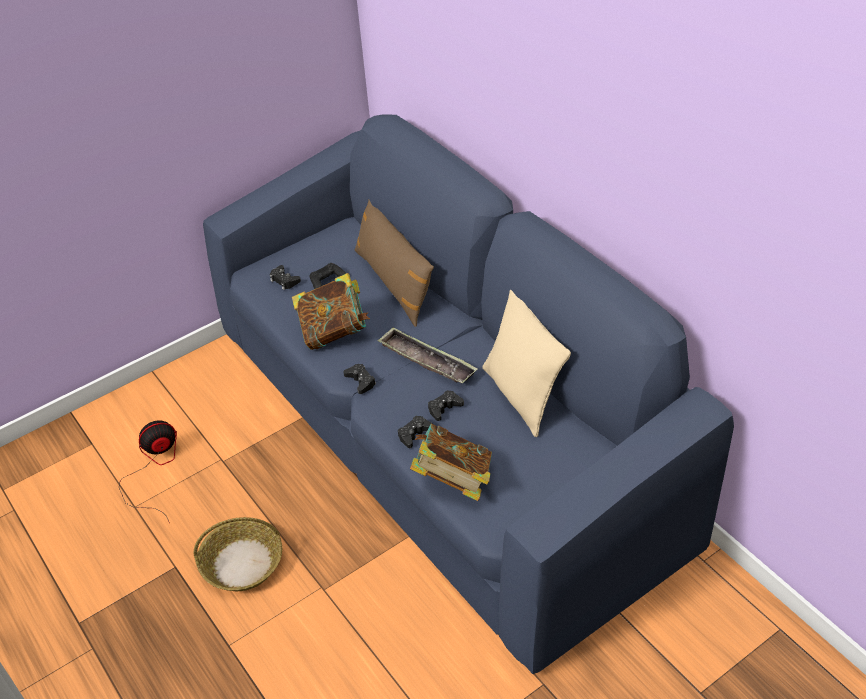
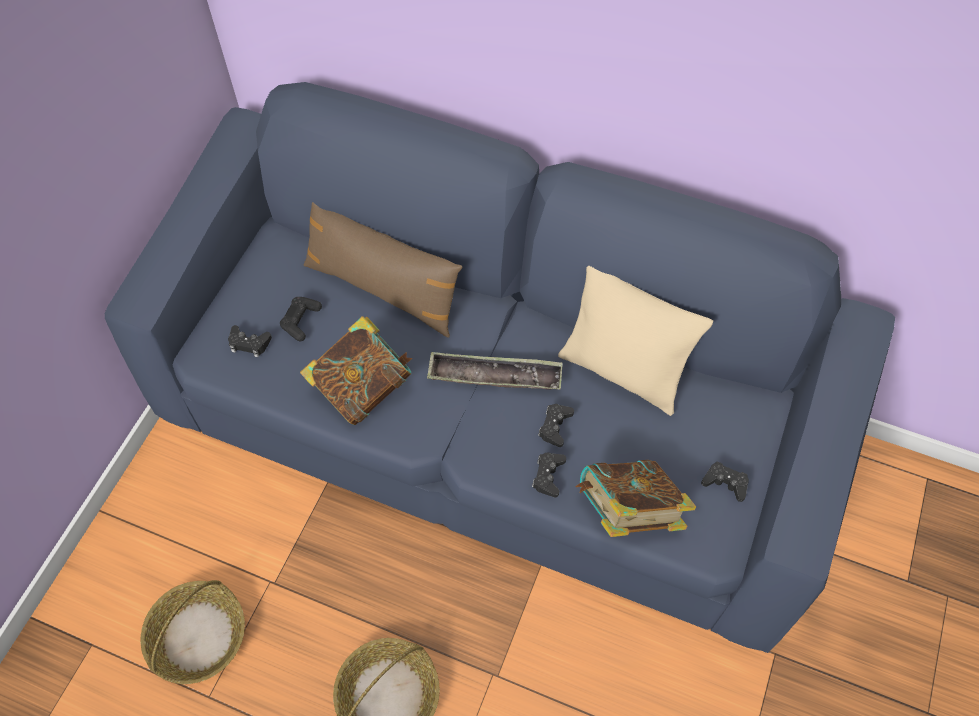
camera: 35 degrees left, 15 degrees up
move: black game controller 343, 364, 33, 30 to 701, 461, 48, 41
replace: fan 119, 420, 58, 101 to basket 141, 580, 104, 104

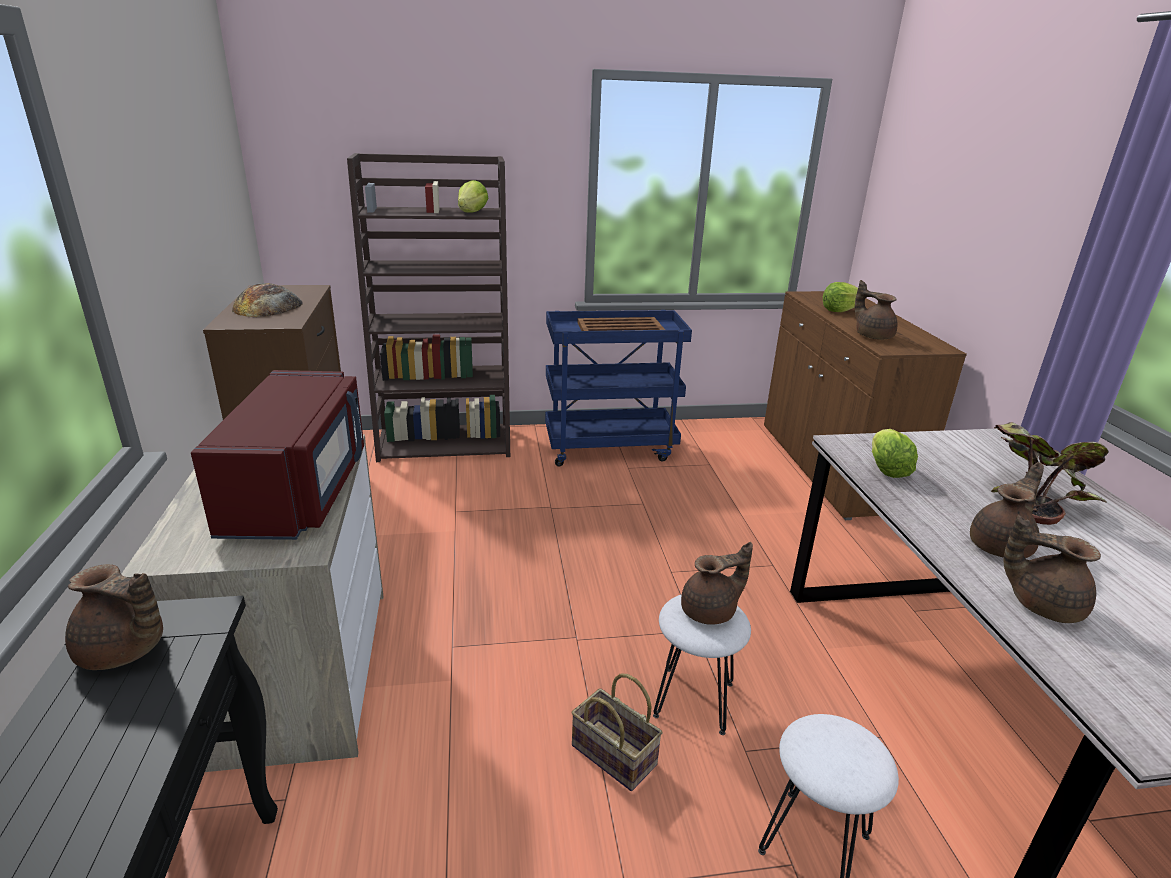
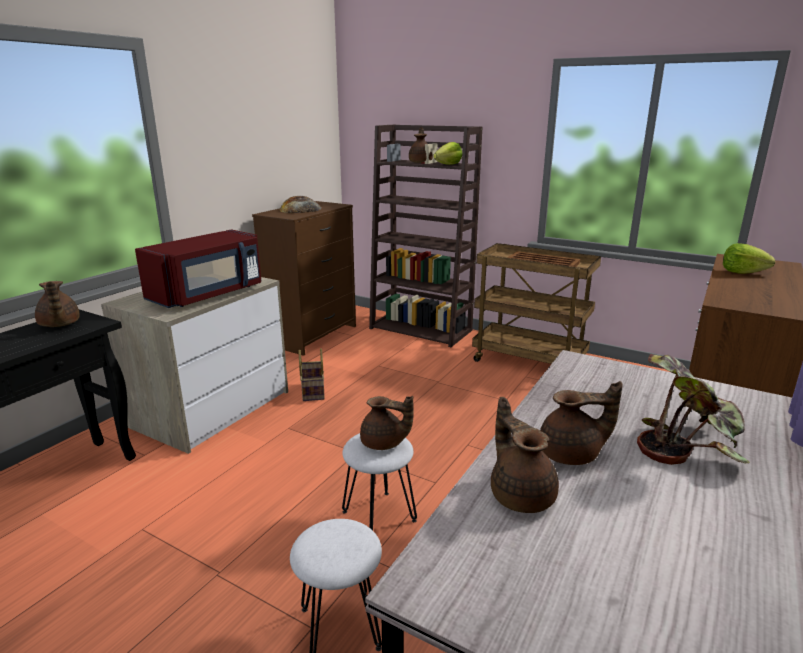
camera: 40 degrees right, 5 degrees down
delete: lettuce 872, 429, 46, 49
move: basket 571, 674, 92, 117 to 299, 348, 26, 53; brown teapot 855, 280, 43, 60 to 409, 127, 24, 36
recolor: blue cart 545, 310, 147, 157 to brown cart 472, 243, 129, 121

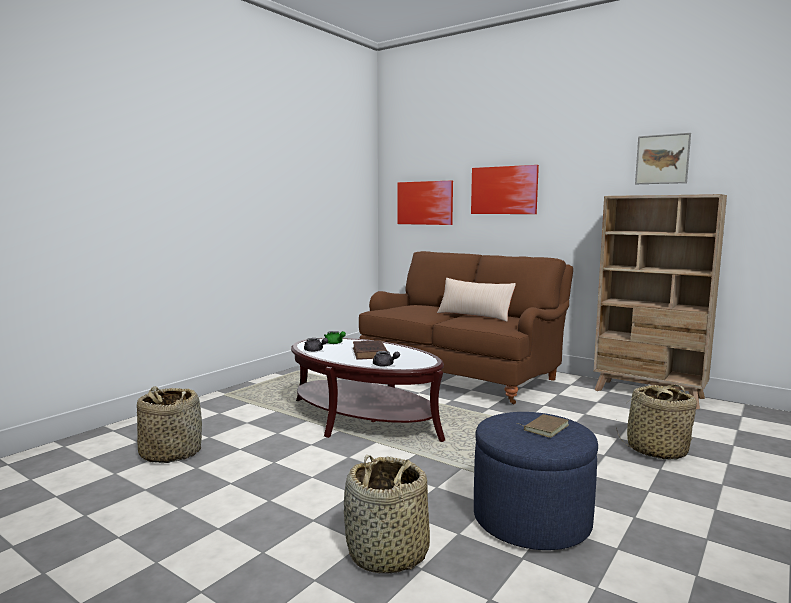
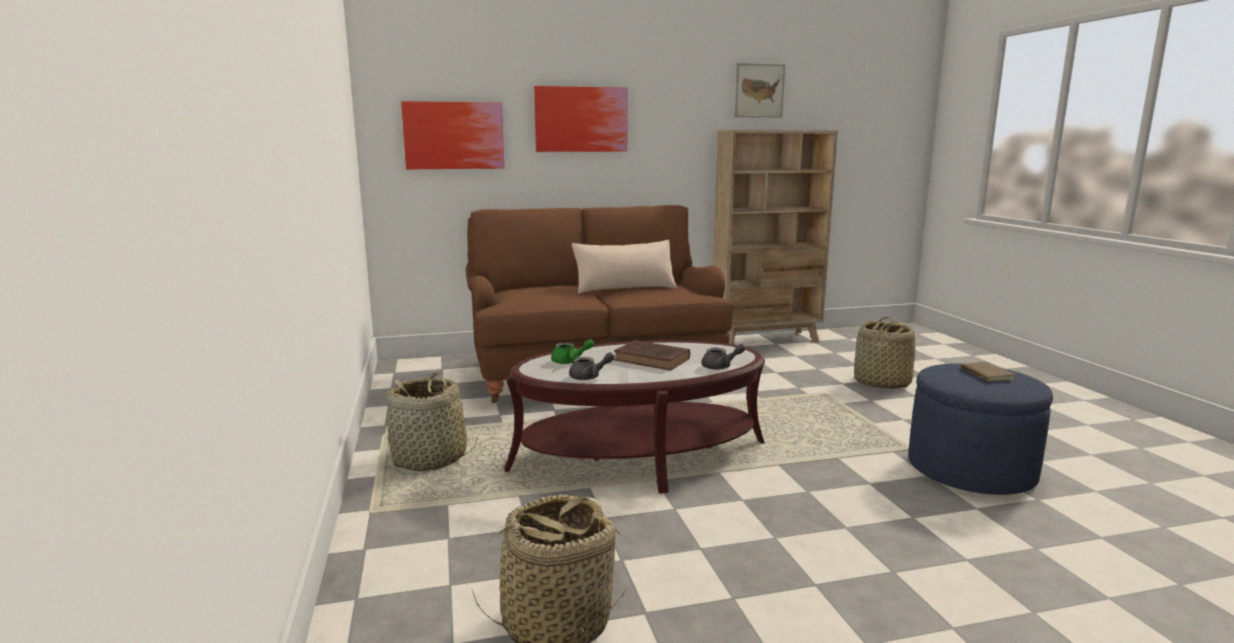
camera: 50 degrees left, 5 degrees up
move: basket 344, 455, 86, 118 to 387, 371, 90, 100

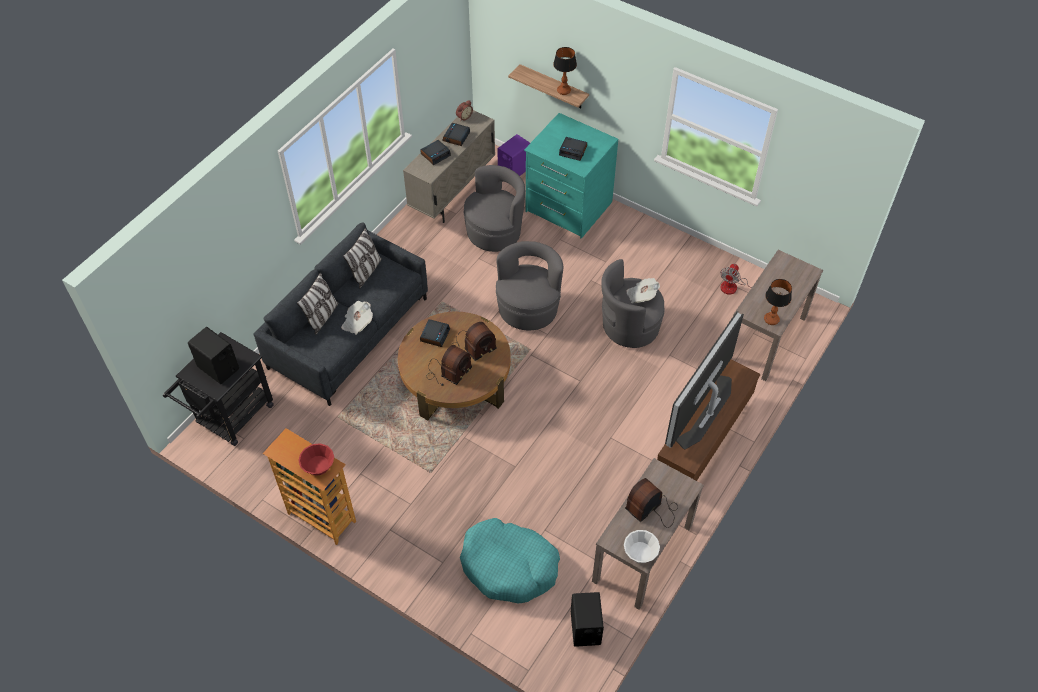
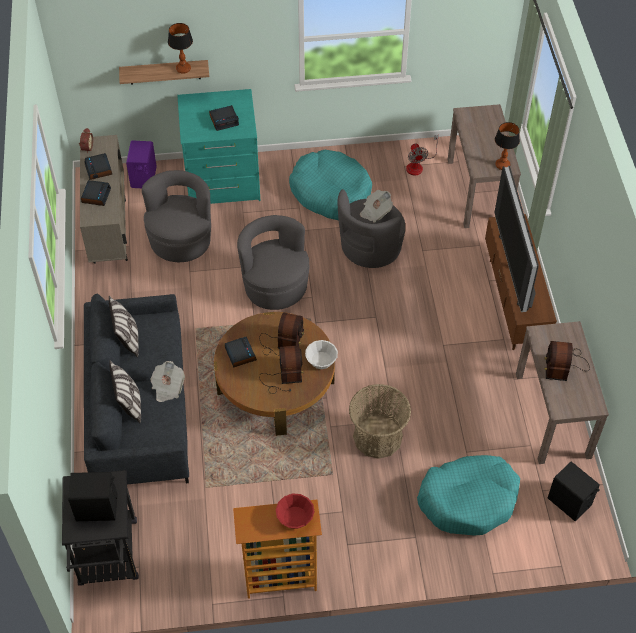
camera: 40 degrees left, 0 degrees up
insert: turquoise dog bed 289, 150, 83, 70; basket 349, 384, 62, 75
move: white bowl 624, 530, 36, 33 to 305, 340, 33, 29

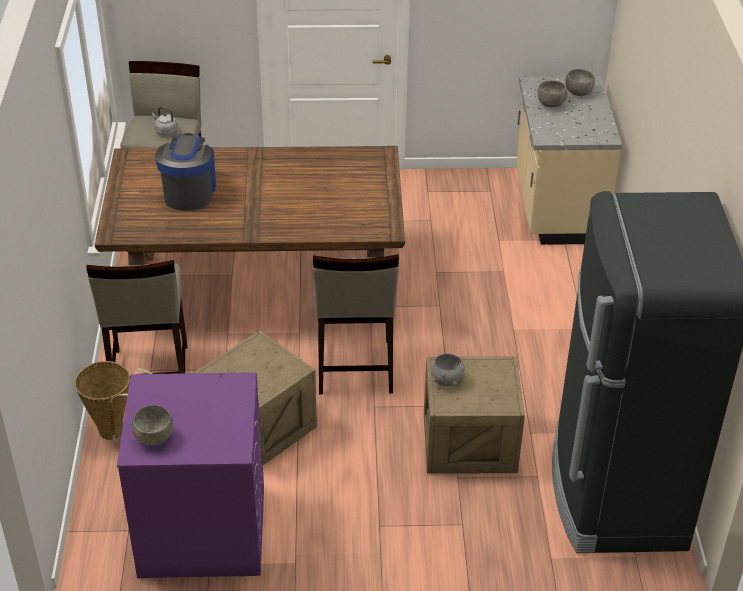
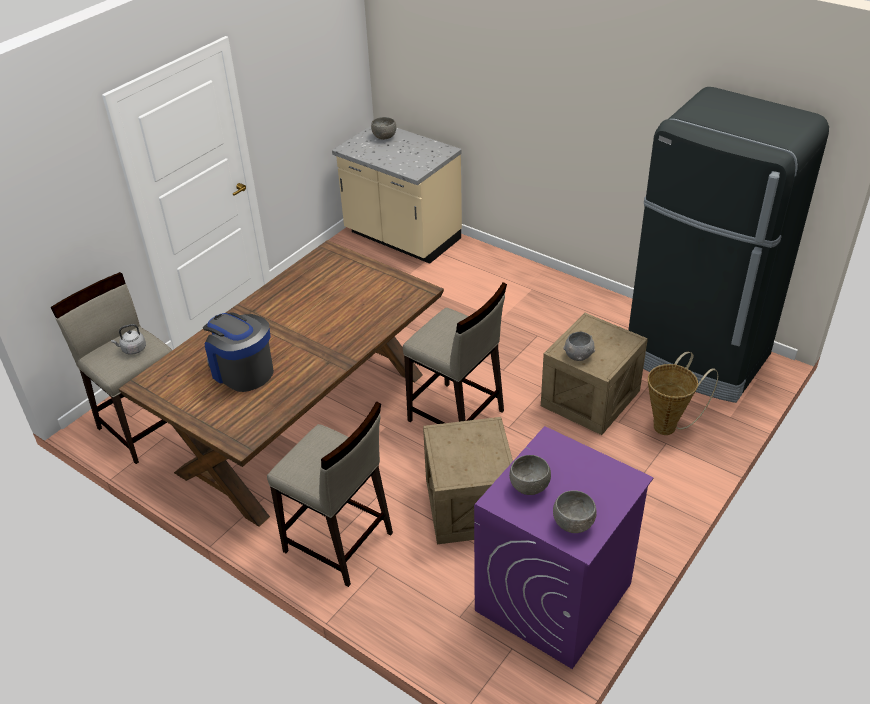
camera: 50 degrees left, 0 degrees up
move: grey bowl 537, 80, 31, 28 to 509, 455, 42, 40; basket 75, 361, 77, 83 to 648, 352, 70, 83

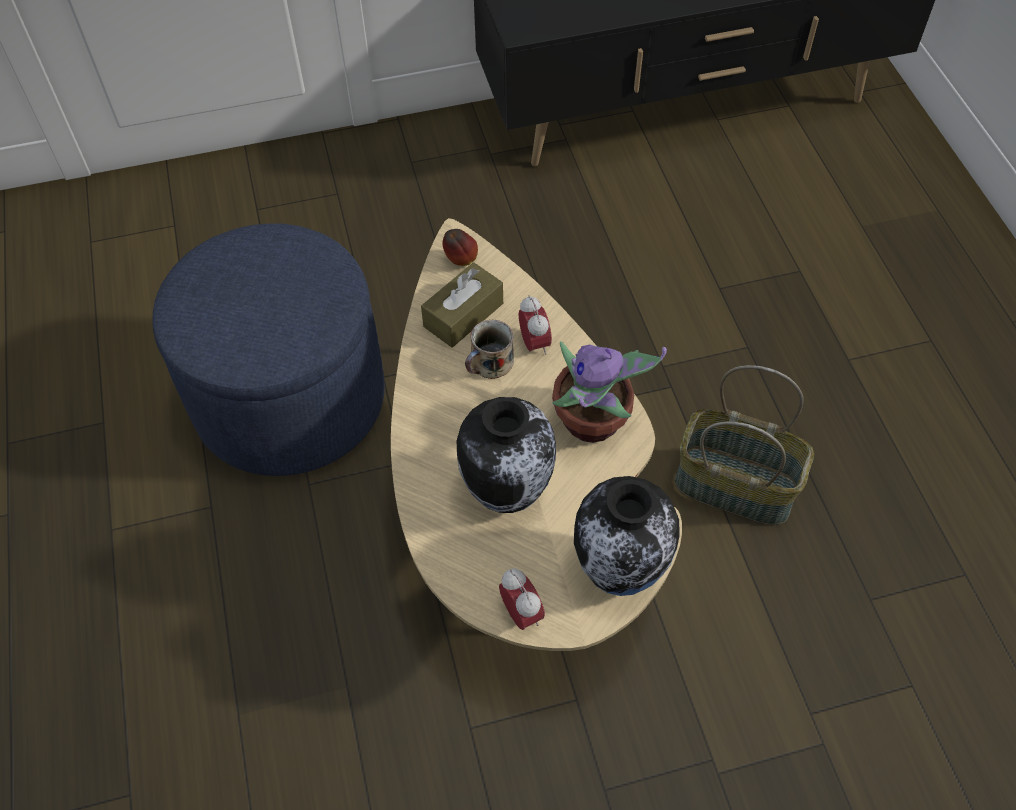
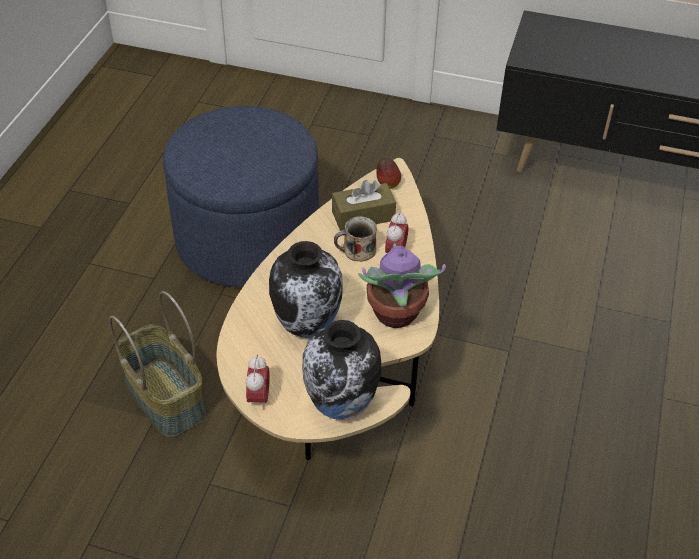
camera: 30 degrees right, 10 degrees down
move: basket 675, 365, 139, 160 to 109, 291, 96, 146

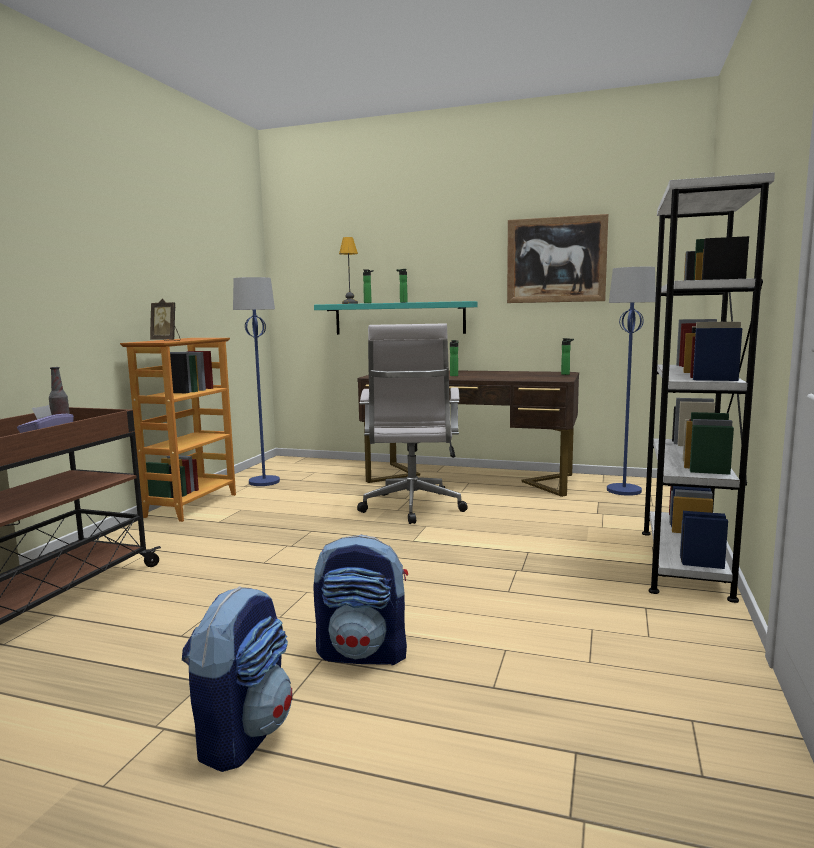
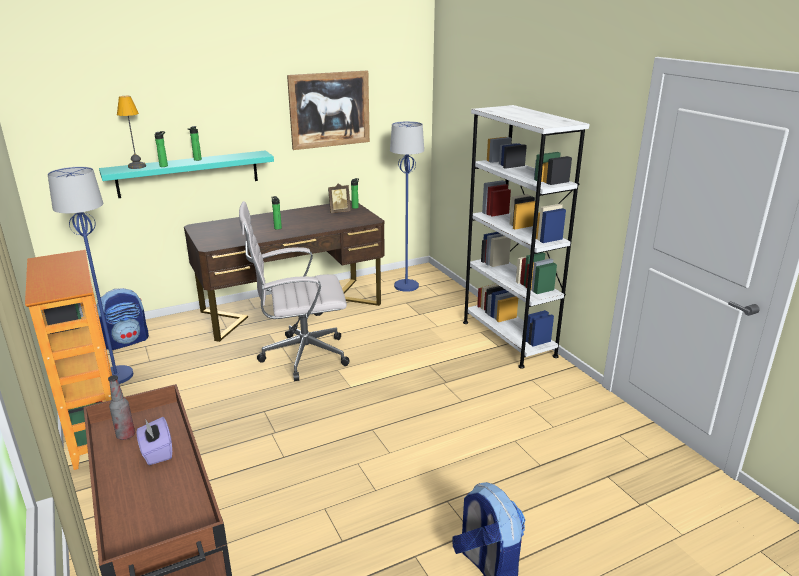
camera: 45 degrees left, 15 degrees up
move: backpack 313, 535, 95, 130 to 96, 288, 53, 62; picture frame 150, 298, 31, 43 to 328, 183, 23, 30
rotate: white office chair 357, 323, 111, 201 = 239, 201, 111, 180 120 degrees clockwise

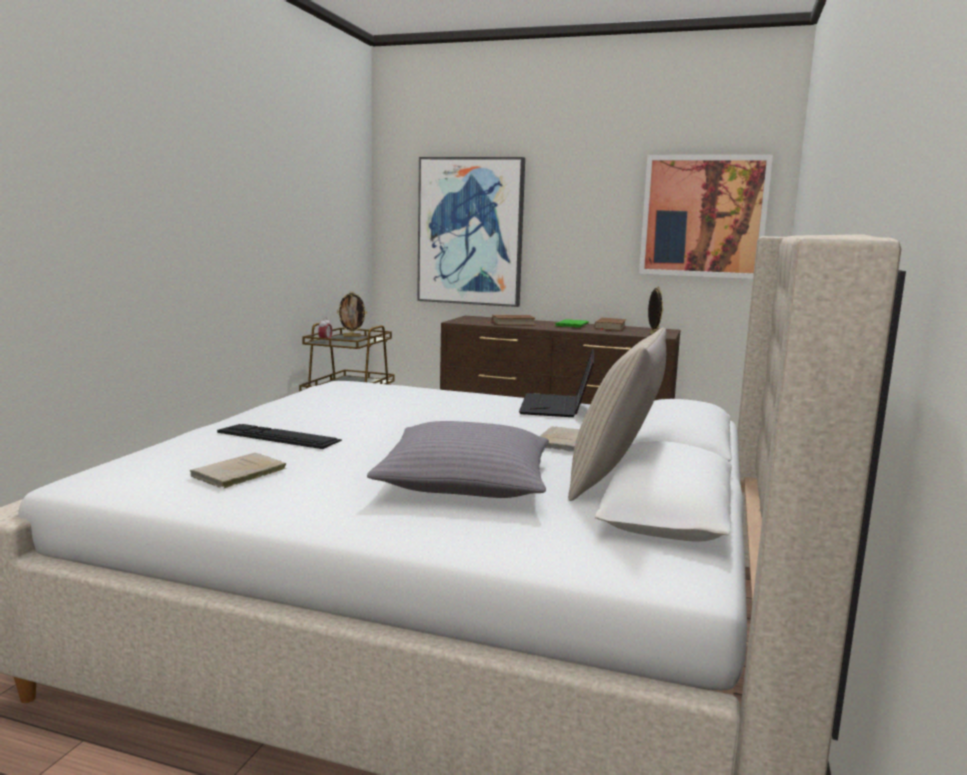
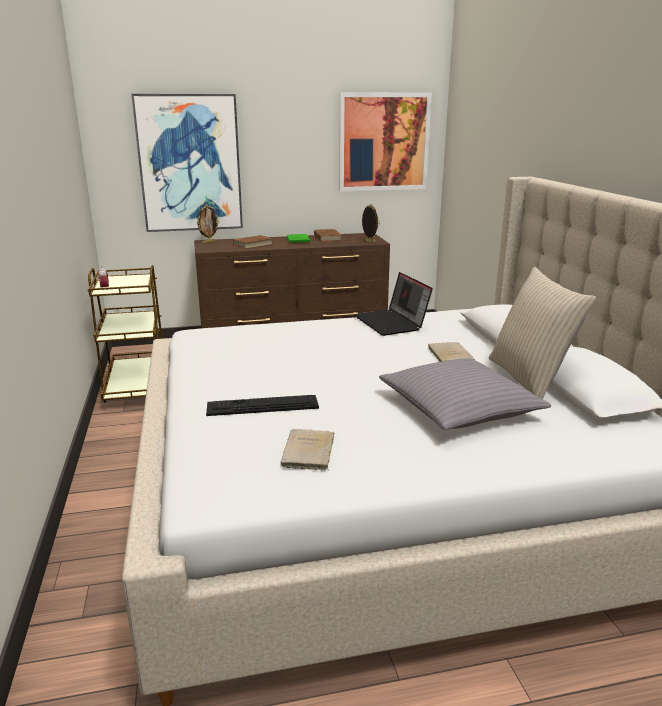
camera: 30 degrees left, 10 degrees up
move: picture frame 337, 292, 30, 45 to 197, 205, 22, 38

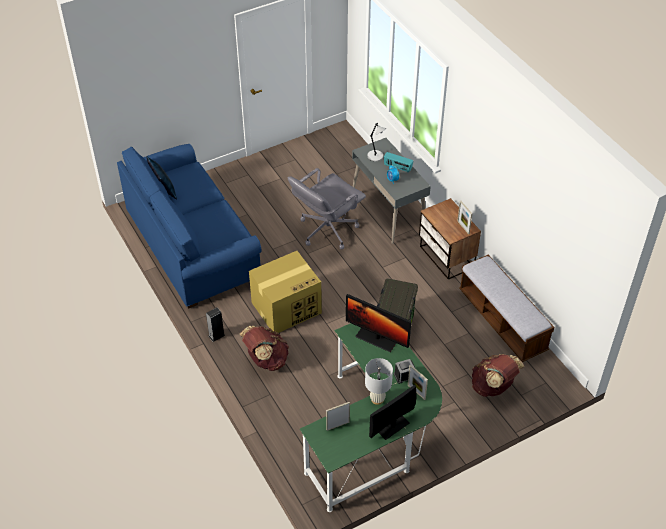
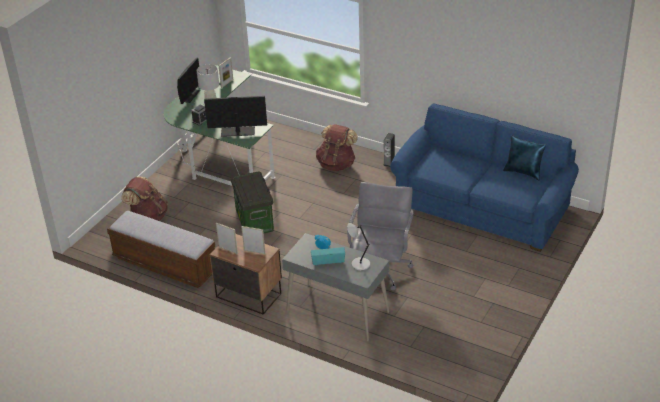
camera: 150 degrees right, 10 degrees down
delete: cardboard box 249, 251, 73, 82
move: picture frame 408, 365, 20, 35 to 241, 226, 24, 28

